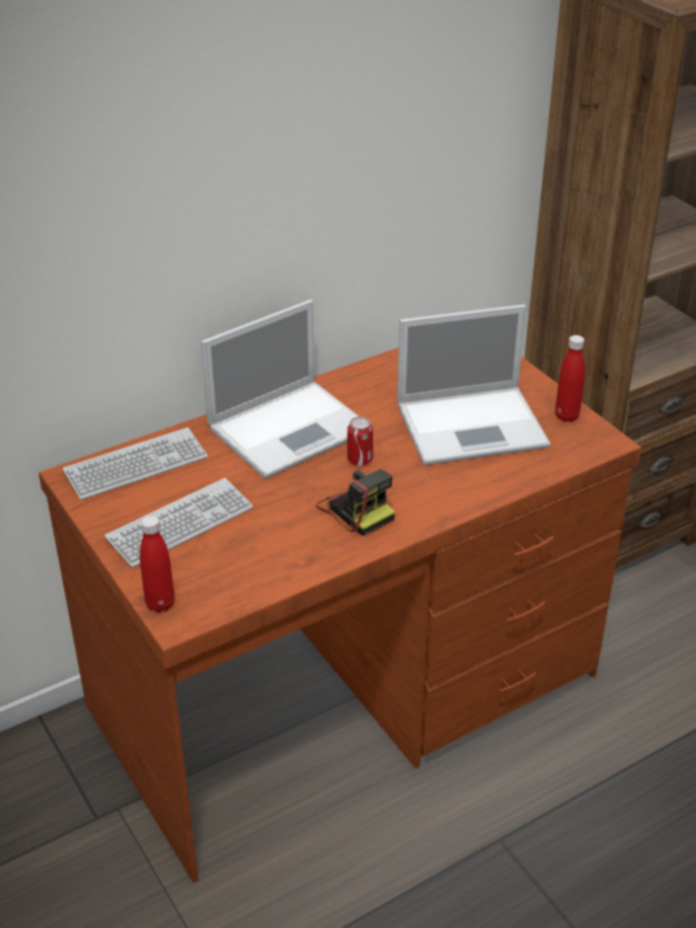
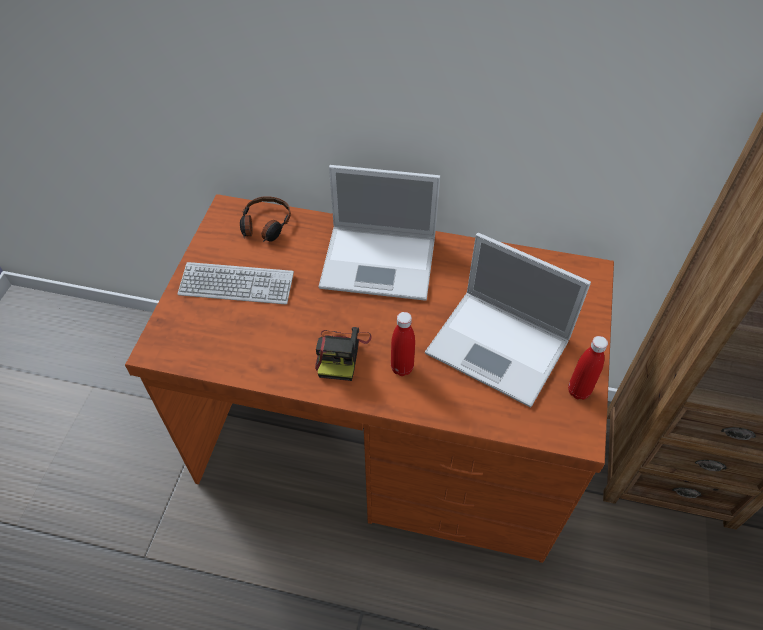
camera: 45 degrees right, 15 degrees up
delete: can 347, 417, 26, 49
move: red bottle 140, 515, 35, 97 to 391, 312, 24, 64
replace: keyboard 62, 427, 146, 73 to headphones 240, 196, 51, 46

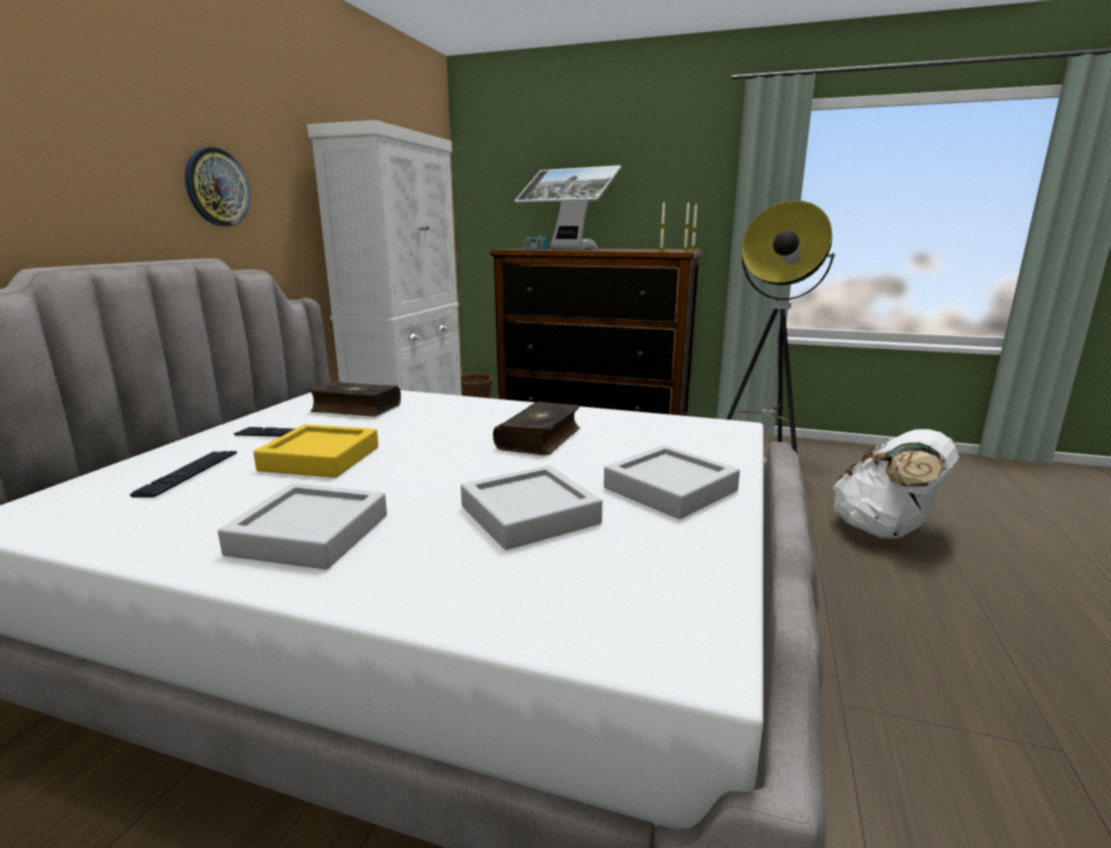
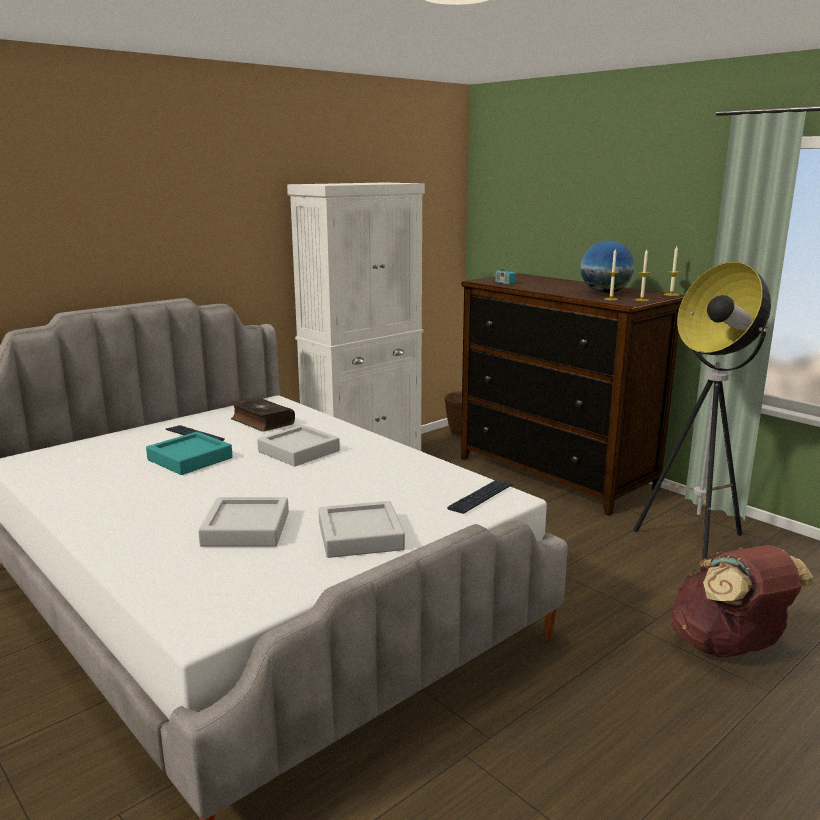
camera: 30 degrees right, 0 degrees up
delete: wall clock 185, 147, 65, 79; book 493, 401, 87, 54; monitor 515, 165, 107, 84
insert: globe 580, 241, 54, 53
move: grey tray 218, 483, 169, 87 to 257, 425, 83, 41; keyboard 129, 451, 108, 47 to 447, 480, 65, 34
recolor: yellow tray 253, 424, 125, 54 to turquoise tray 146, 432, 87, 43; white backpack 832, 429, 127, 109 to brown backpack 670, 545, 147, 113

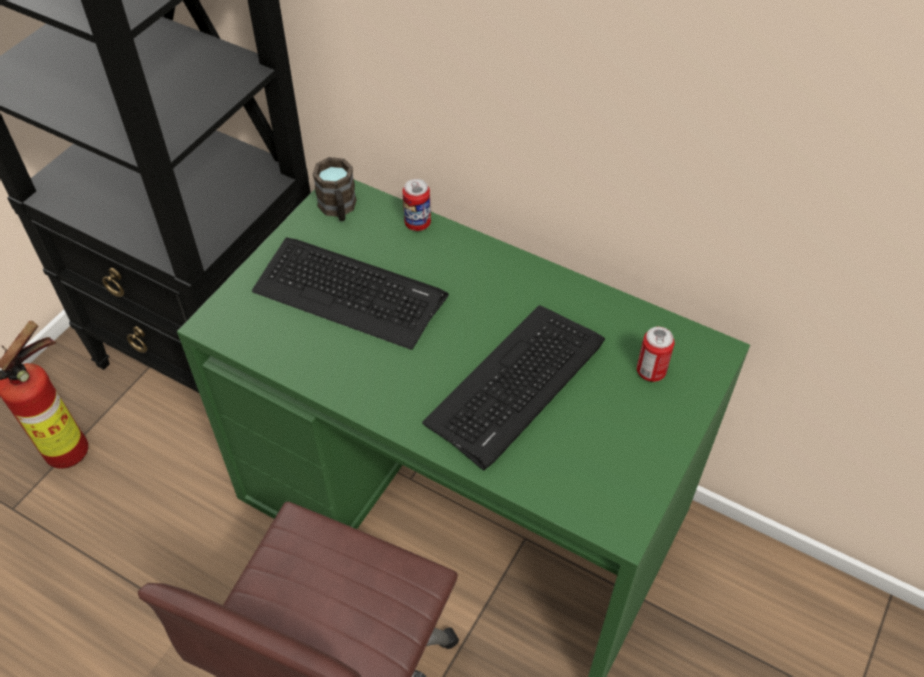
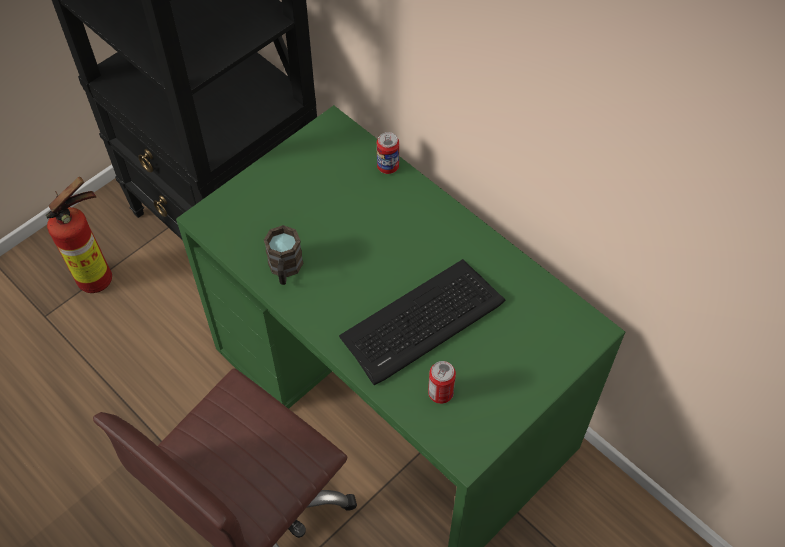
camera: 15 degrees right, 5 degrees up
delete: keyboard 252, 237, 197, 113
move: brown mug 313, 157, 44, 64 to 264, 225, 39, 60; can 637, 327, 38, 55 to 428, 361, 28, 43

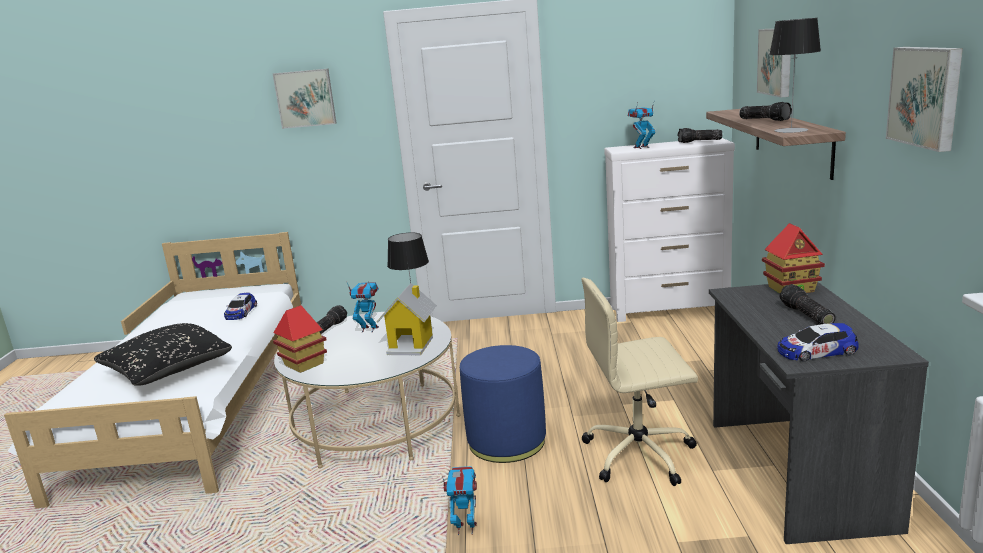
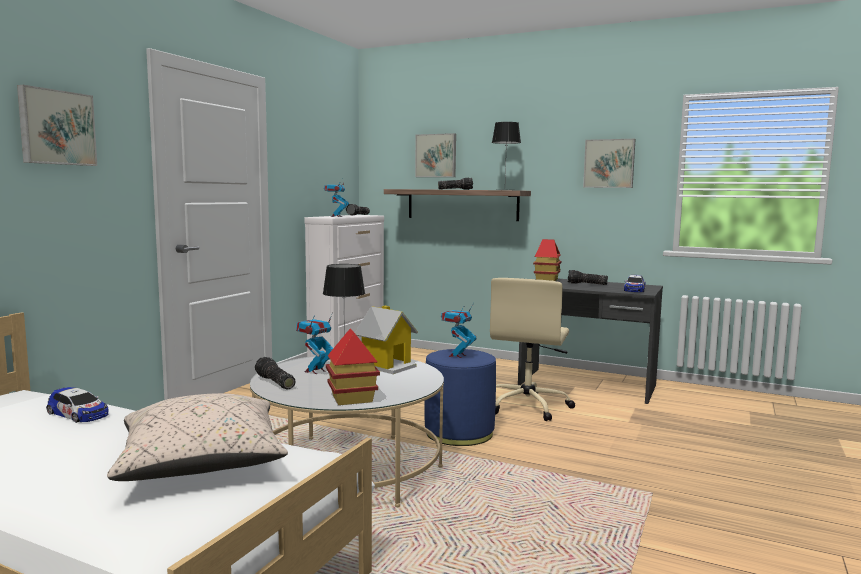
camera: 65 degrees left, 10 degrees down
move: toy robot 442, 466, 35, 69 to 441, 303, 35, 55
recolor: black pillow 94, 323, 138, 63 to beige pillow 107, 393, 181, 88

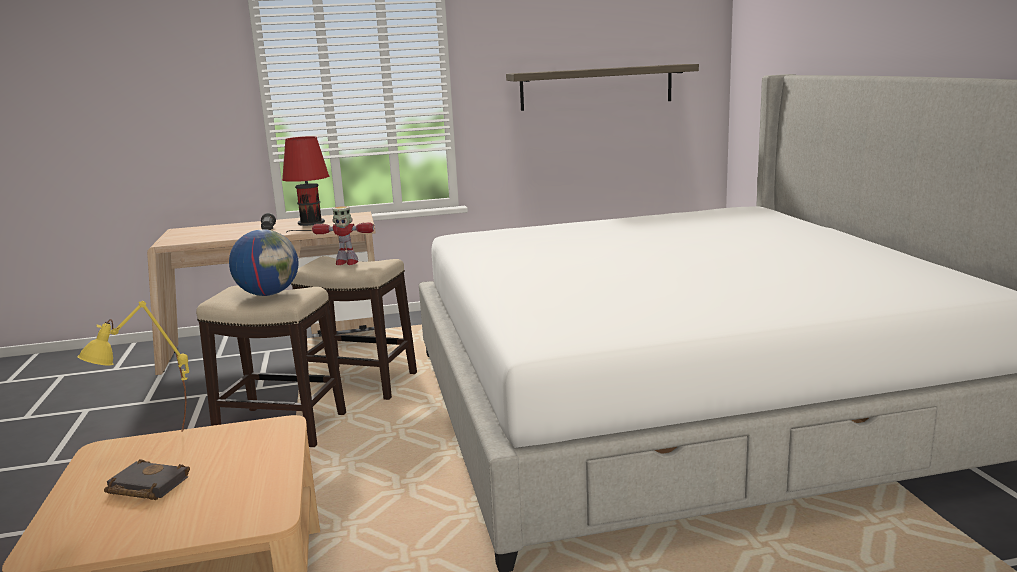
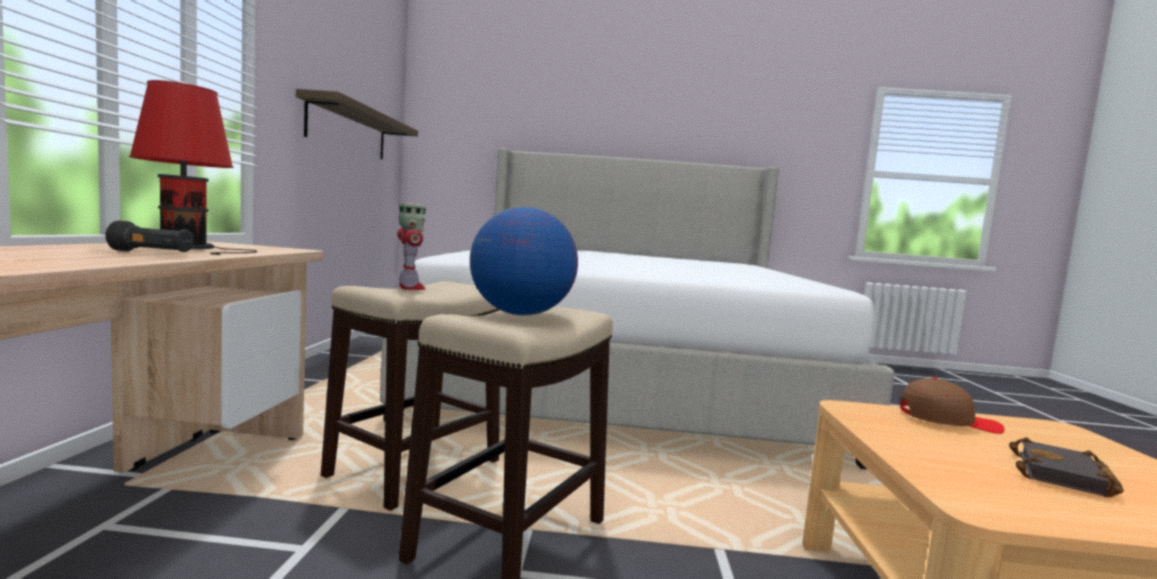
camera: 75 degrees left, 10 degrees down
delete: yellow table lamp 77, 301, 112, 131
insert: brown cap 900, 377, 105, 57
rotate: toy robot 312, 206, 62, 59 = 397, 203, 29, 87 45 degrees counterclockwise

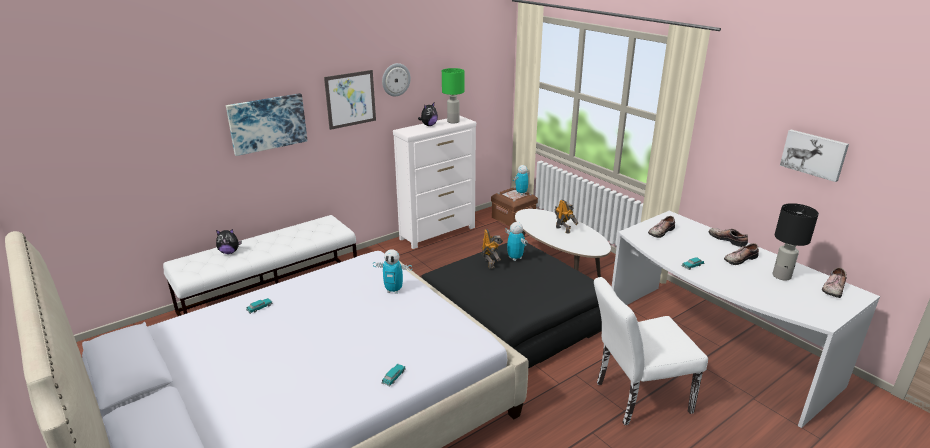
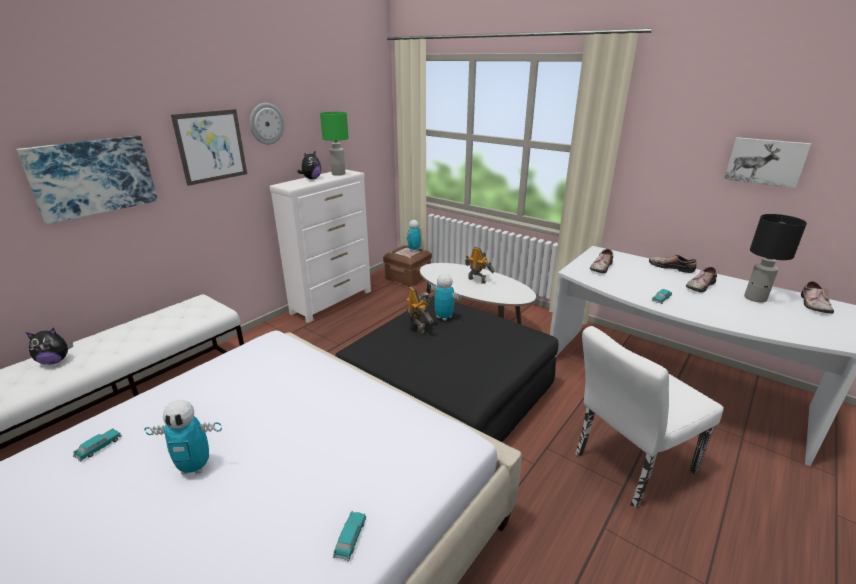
camera: 15 degrees left, 0 degrees up
move: toy robot 373, 249, 39, 45 to 144, 400, 78, 75

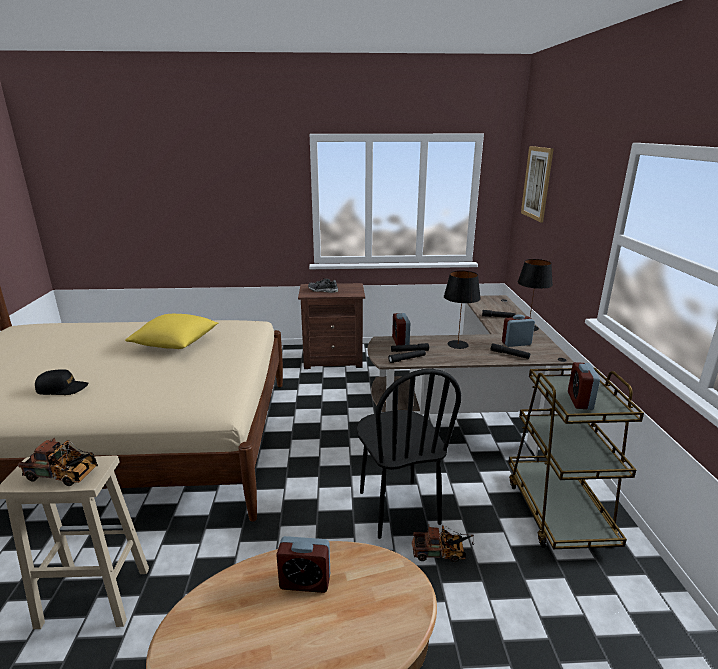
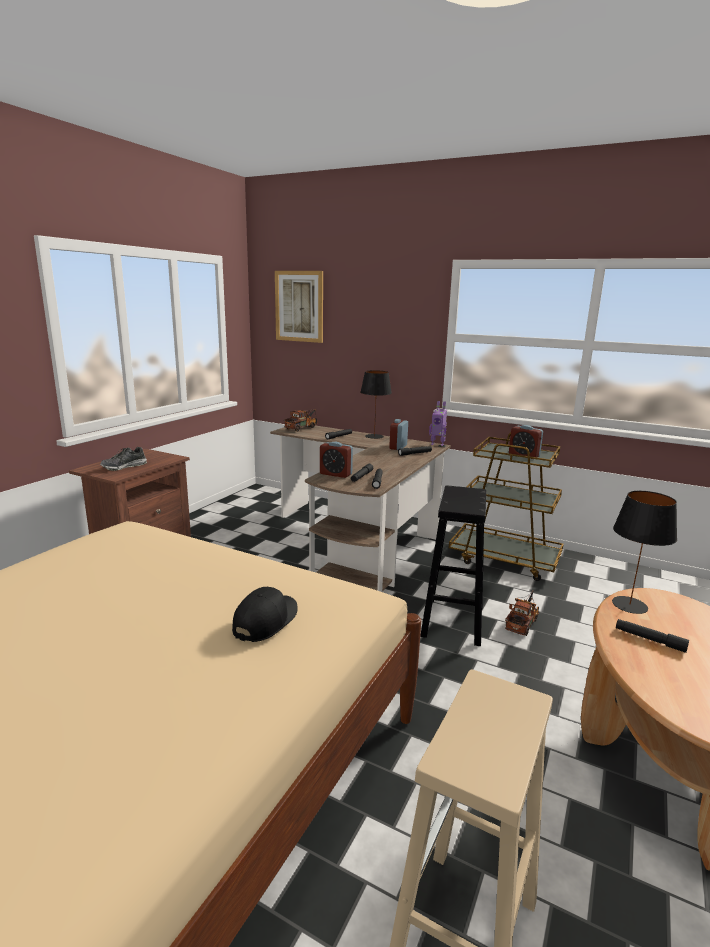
camera: 60 degrees left, 5 degrees down
delete: yellow pillow 125, 314, 93, 35
insert: toy robot 429, 401, 18, 45
move: black cap 35, 369, 54, 26 to 232, 587, 66, 55; toy truck 18, 438, 80, 48 to 284, 409, 33, 22; black table lamp 444, 271, 37, 78 to 612, 491, 65, 123
replace: black chair 356, 369, 105, 170 to black stool 420, 485, 67, 161; alarm clock 276, 536, 54, 57 to black flashlight 616, 619, 73, 34

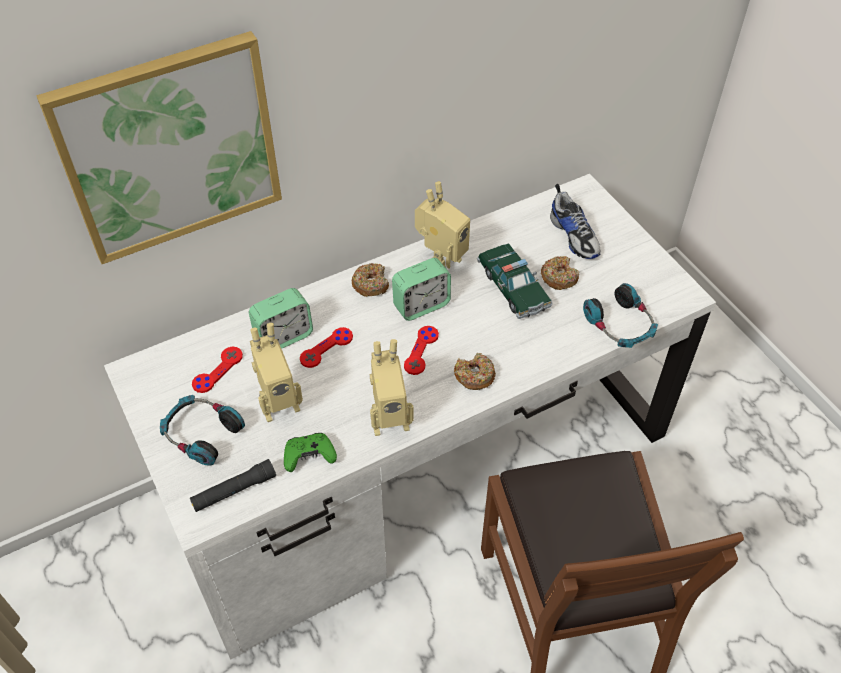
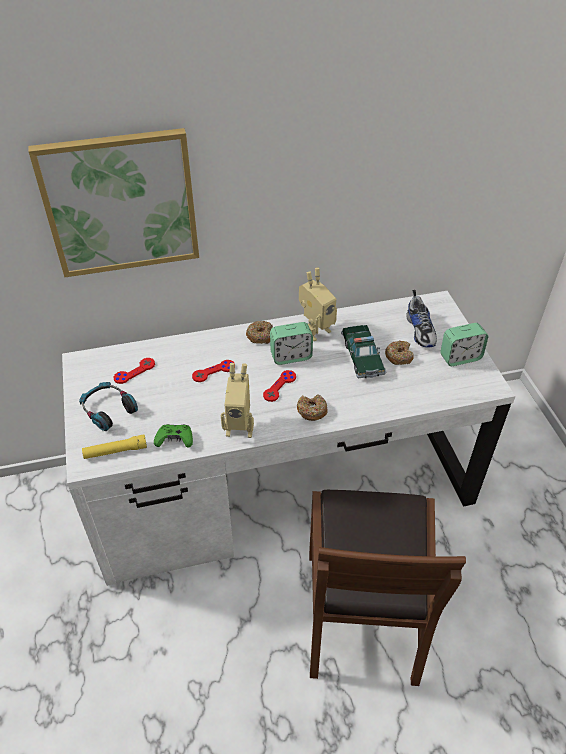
camera: 15 degrees right, 5 degrees down
delete: toy robot 250, 323, 53, 99; headphones 583, 283, 75, 65
move: alarm clock 249, 288, 64, 61 to 440, 323, 49, 43
recolor: black flashlight 190, 459, 86, 53 to yellow flashlight 82, 434, 65, 25

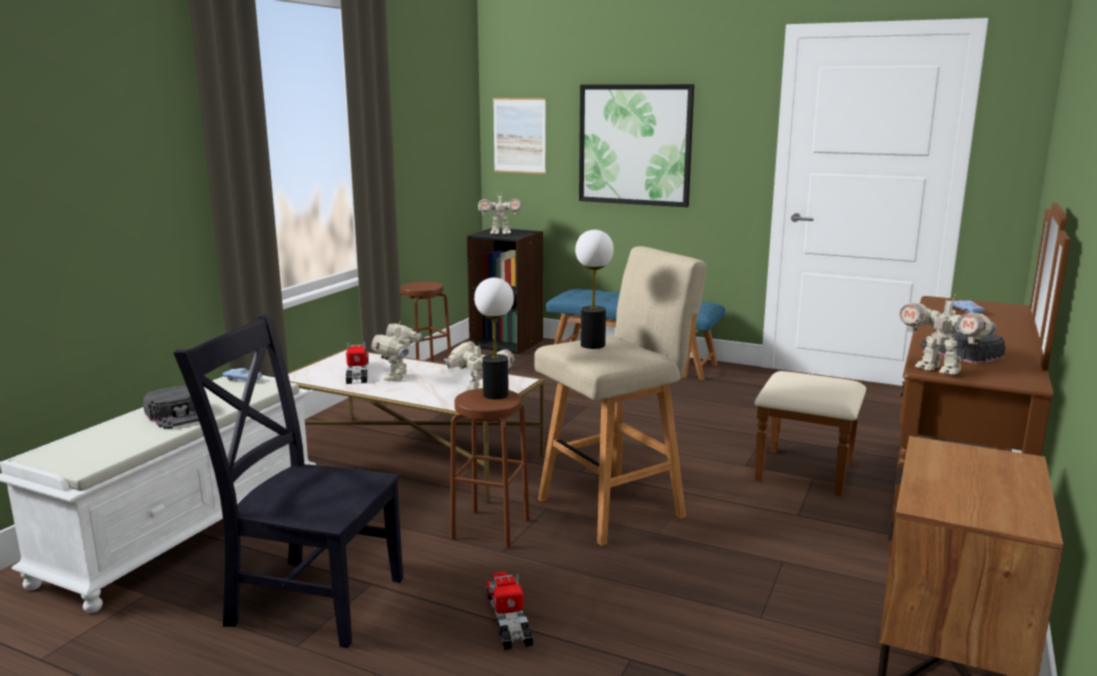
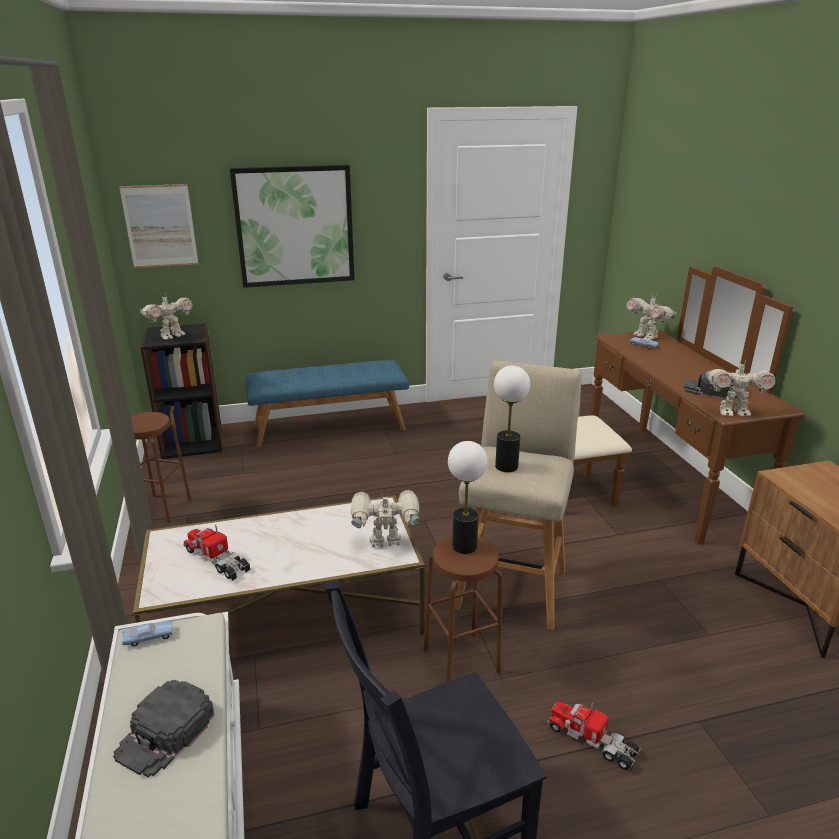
camera: 40 degrees left, 10 degrees up
move: toy robot 371, 320, 51, 61 to 626, 294, 50, 45
rotate: black cap 143, 385, 56, 44 = 113, 680, 101, 98 105 degrees clockwise

